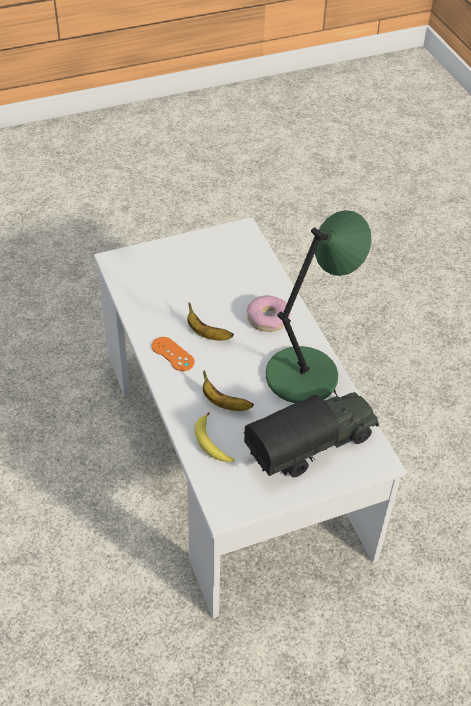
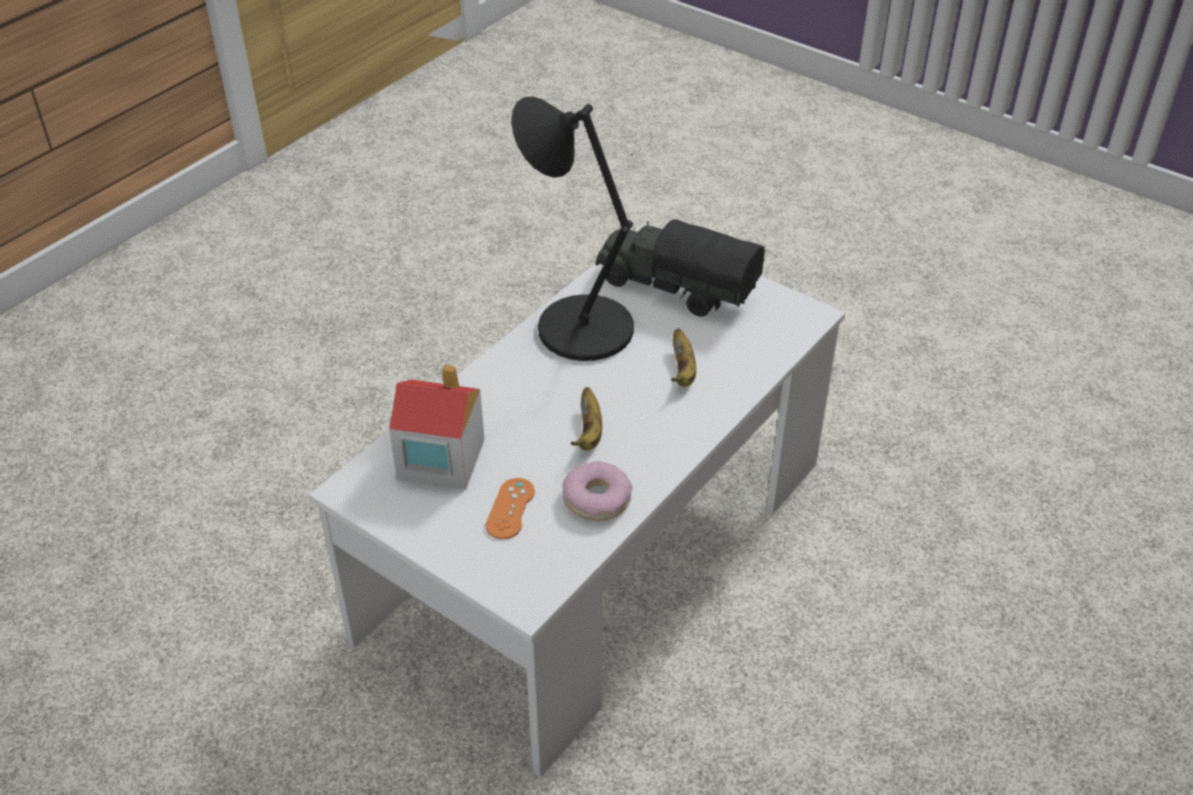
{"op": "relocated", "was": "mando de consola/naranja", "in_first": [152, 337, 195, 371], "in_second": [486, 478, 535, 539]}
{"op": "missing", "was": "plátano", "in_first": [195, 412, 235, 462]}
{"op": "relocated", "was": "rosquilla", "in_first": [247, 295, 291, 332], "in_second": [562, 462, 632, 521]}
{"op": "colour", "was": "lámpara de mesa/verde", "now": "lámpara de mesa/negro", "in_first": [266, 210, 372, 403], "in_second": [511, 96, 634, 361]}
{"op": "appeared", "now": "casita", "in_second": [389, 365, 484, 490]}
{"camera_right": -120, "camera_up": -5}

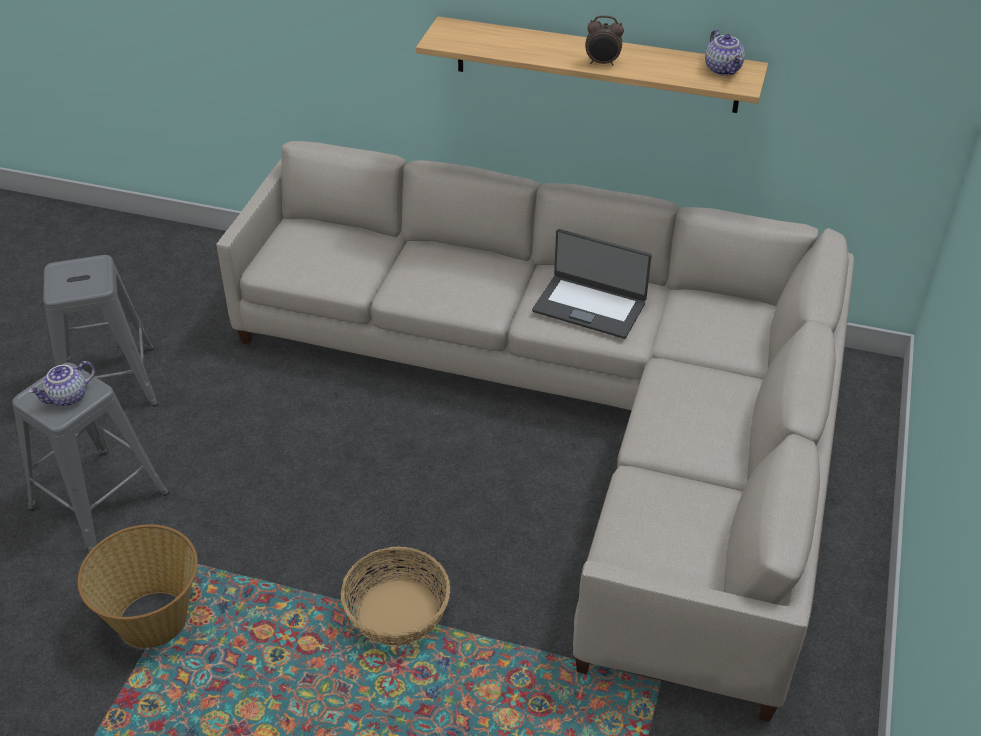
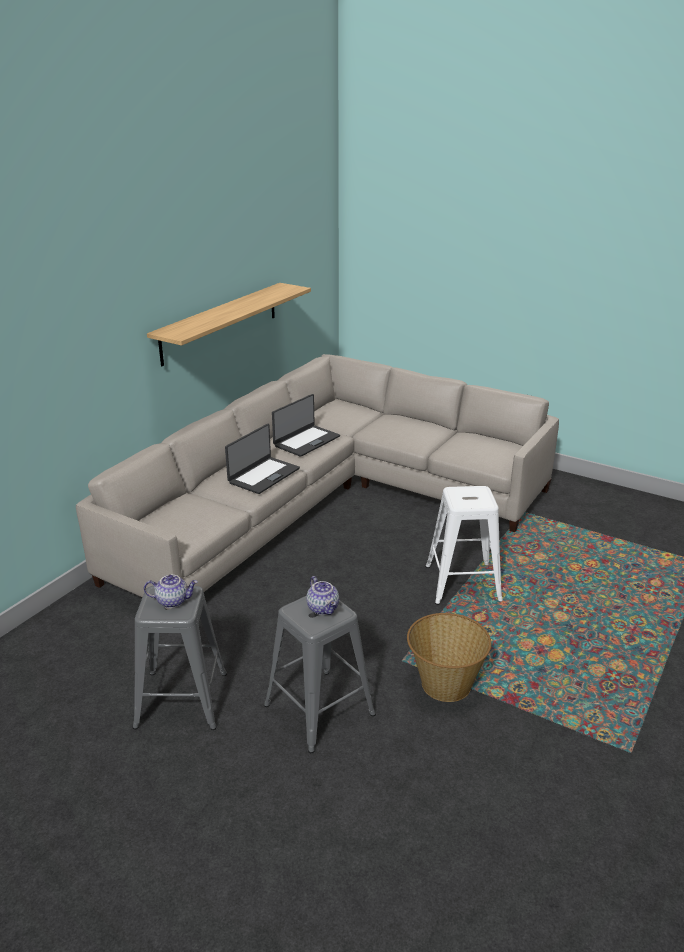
{"op": "exchanged", "was": "cesta", "now": "taburete/blanco", "in_first": [341, 546, 450, 646], "in_second": [426, 486, 503, 605]}
{"op": "missing", "was": "despertador", "in_first": [585, 15, 624, 66]}
{"op": "relocated", "was": "tetera", "in_first": [705, 30, 745, 76], "in_second": [144, 575, 198, 608]}
{"op": "appeared", "now": "portátil", "in_second": [225, 424, 300, 494]}
{"camera_right": -75, "camera_up": -15}

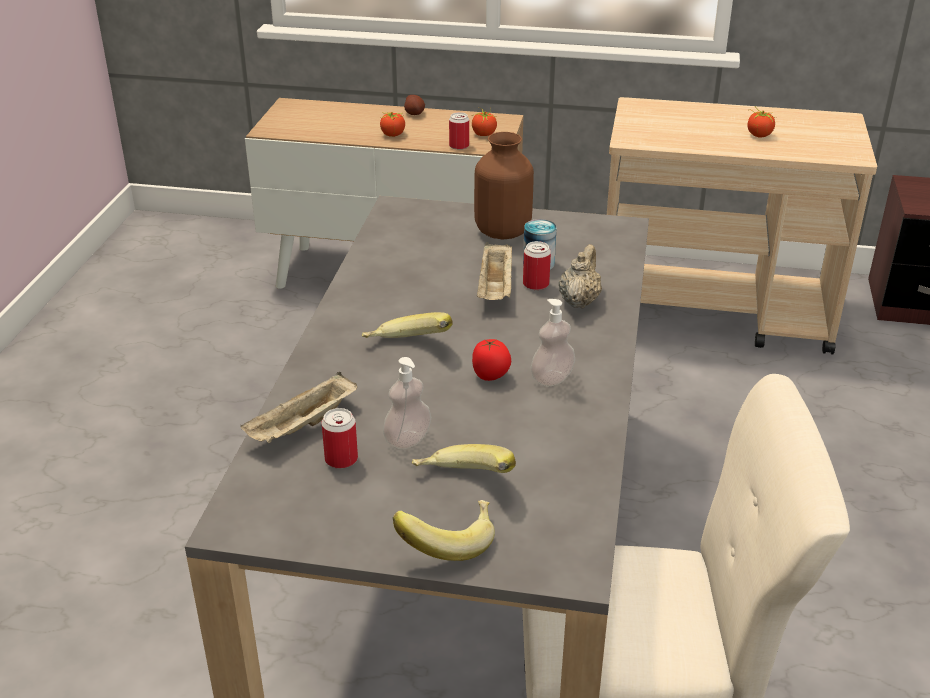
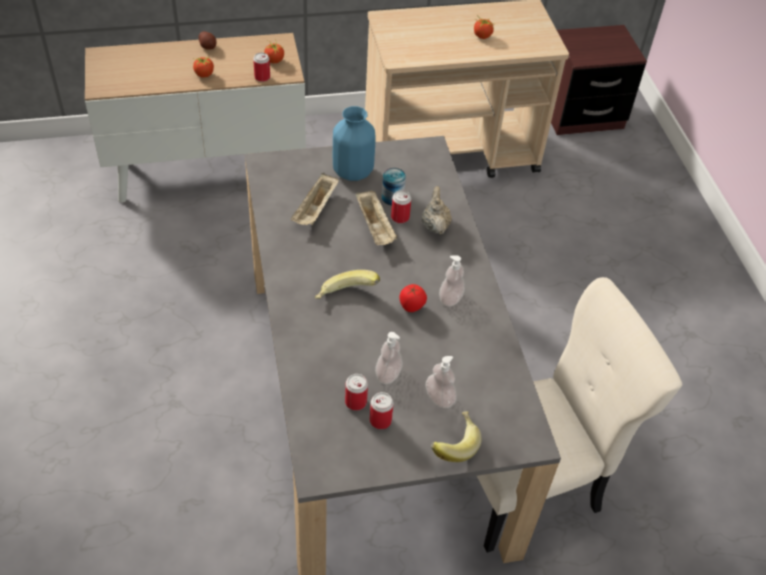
{"op": "relocated", "was": "bandeja/beis", "in_first": [240, 372, 358, 443], "in_second": [291, 173, 339, 225]}
{"op": "exchanged", "was": "plátano", "now": "dispensador de jabón", "in_first": [412, 444, 516, 473], "in_second": [426, 356, 457, 408]}
{"op": "colour", "was": "florero/marrón", "now": "florero/azul", "in_first": [474, 132, 534, 239], "in_second": [333, 106, 376, 181]}
{"op": "appeared", "now": "lata", "in_second": [370, 392, 394, 429]}
{"camera_right": -25, "camera_up": 15}

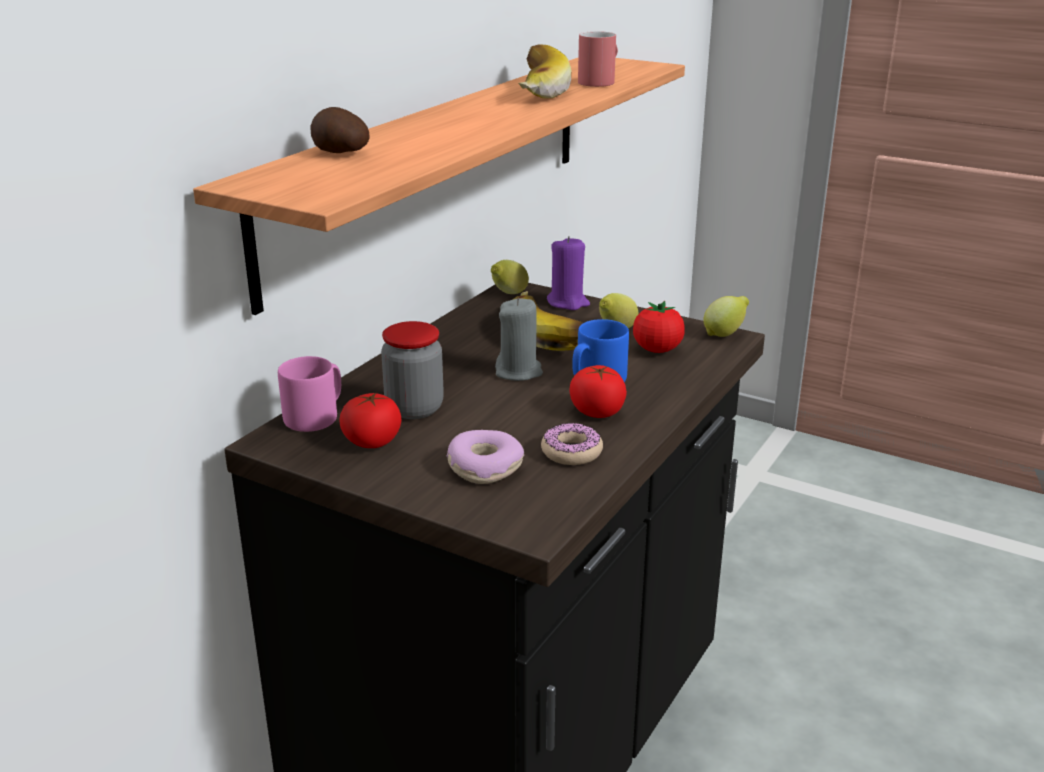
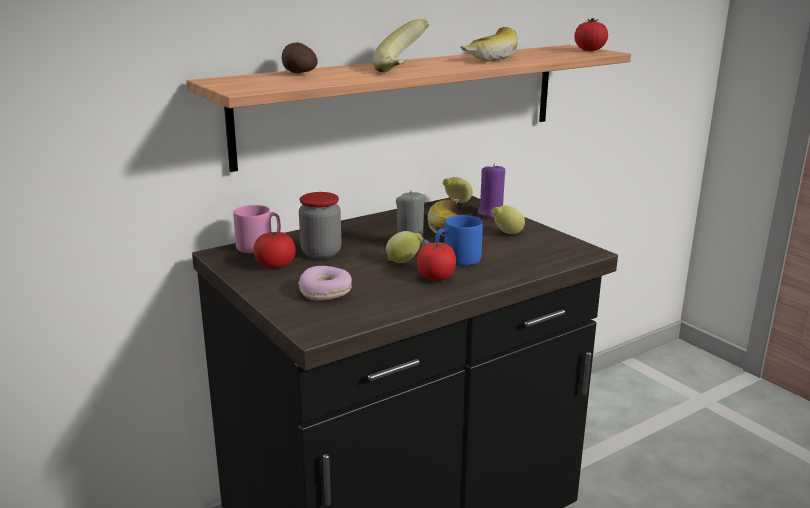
{"op": "missing", "was": "rosquilla", "in_first": [541, 423, 603, 465]}
{"op": "missing", "was": "taza grande/rojo", "in_first": [578, 31, 618, 87]}
{"op": "relocated", "was": "tomate", "in_first": [633, 301, 685, 353], "in_second": [574, 18, 608, 51]}
{"op": "relocated", "was": "limón", "in_first": [703, 296, 749, 337], "in_second": [386, 231, 423, 263]}
{"op": "appeared", "now": "plátano", "in_second": [372, 19, 429, 72]}
{"camera_right": 25, "camera_up": -5}

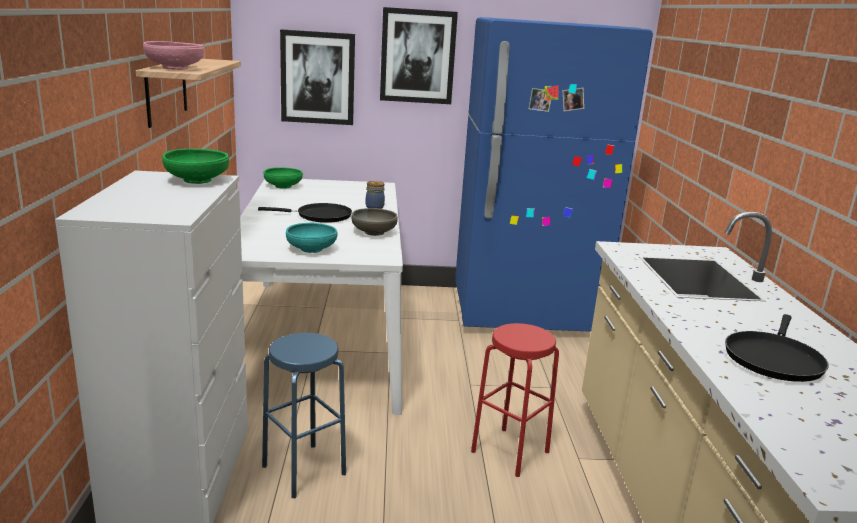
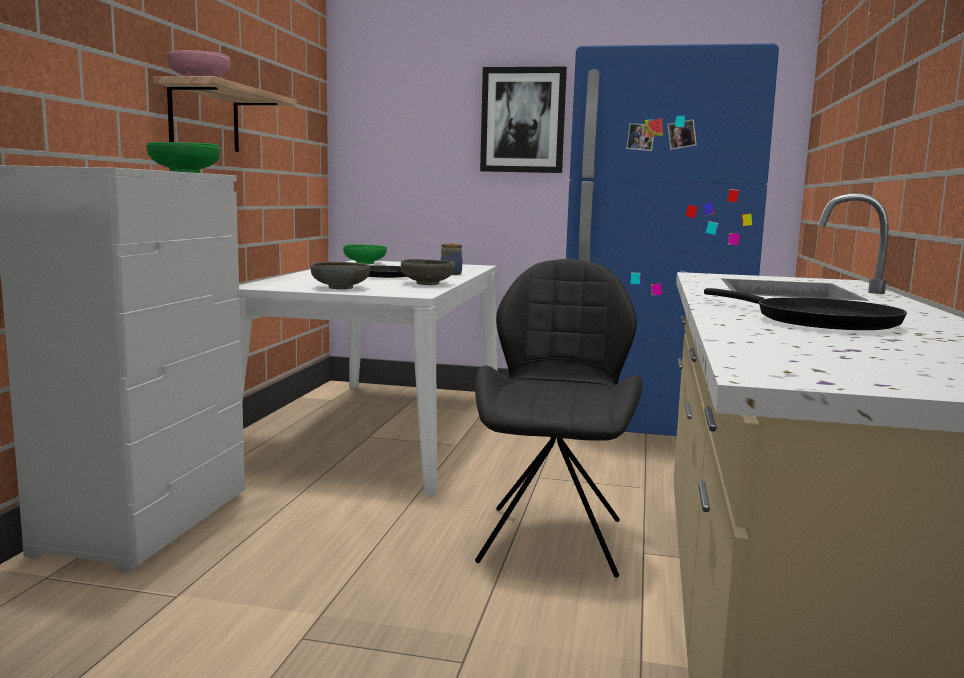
{"op": "missing", "was": "taburete/azul", "in_first": [262, 333, 346, 498]}
{"op": "missing", "was": "cuadro", "in_first": [280, 29, 355, 125]}
{"op": "colour", "was": "cuenco/turquesa", "now": "cuenco/gris", "in_first": [286, 223, 337, 253], "in_second": [311, 262, 370, 289]}
{"op": "exchanged", "was": "taburete/rojo", "now": "silla/negro", "in_first": [471, 323, 559, 477], "in_second": [475, 259, 642, 578]}
{"op": "spun", "was": "sartén/negro", "in_first": [725, 314, 829, 382], "in_second": [704, 288, 907, 330], "clockwise": -75}
{"camera_right": 15, "camera_up": -10}

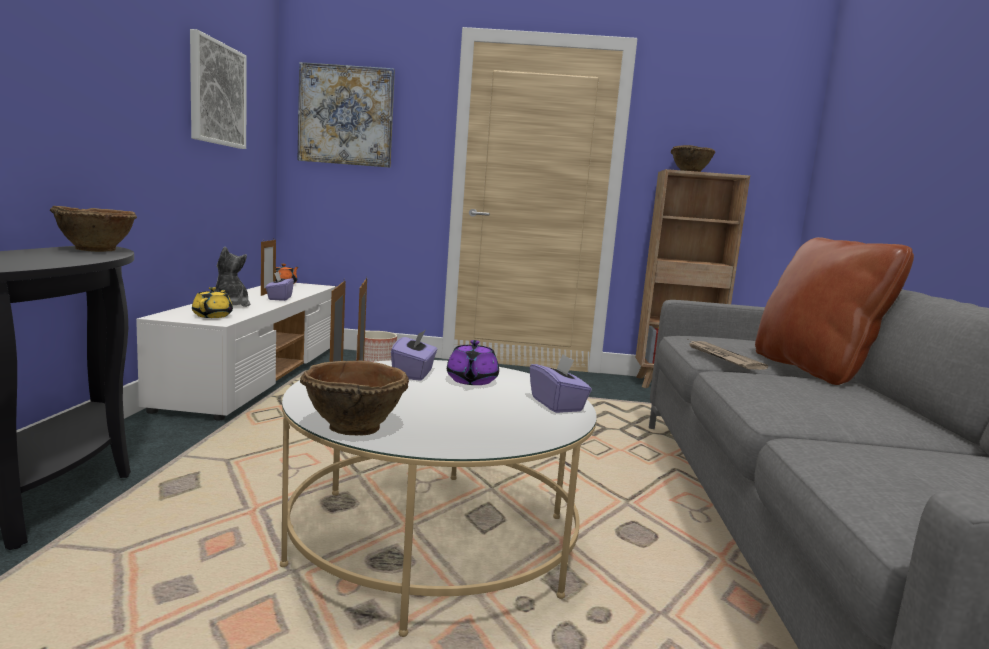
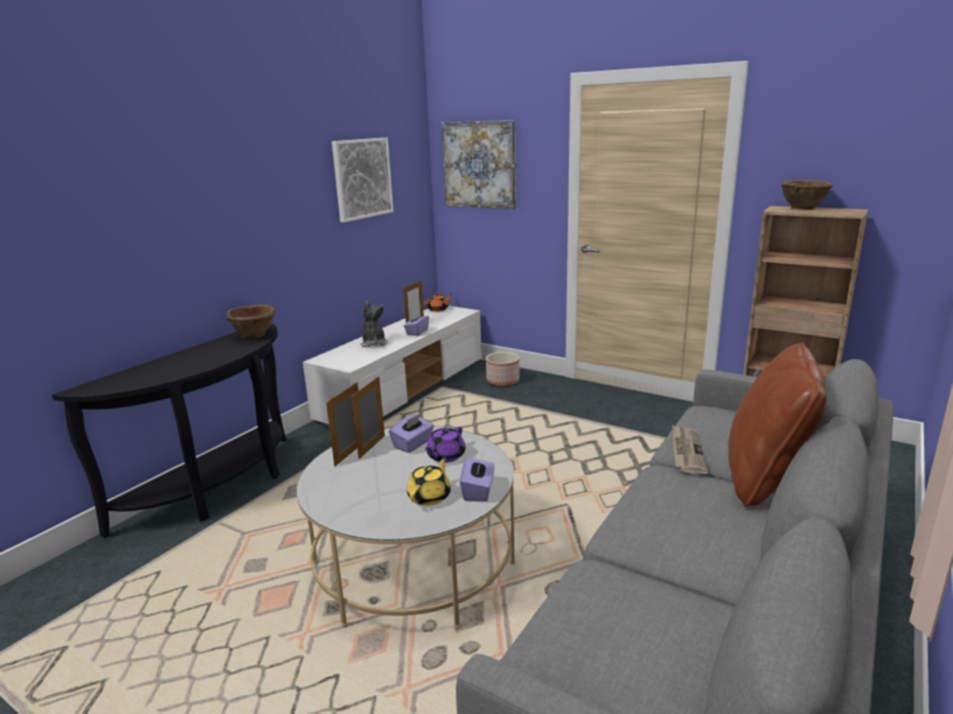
{"op": "relocated", "was": "tetera/amarillo", "in_first": [192, 287, 233, 318], "in_second": [407, 456, 451, 506]}
{"op": "missing", "was": "cuenco/marrón", "in_first": [300, 361, 409, 436]}
{"camera_right": 30, "camera_up": 10}

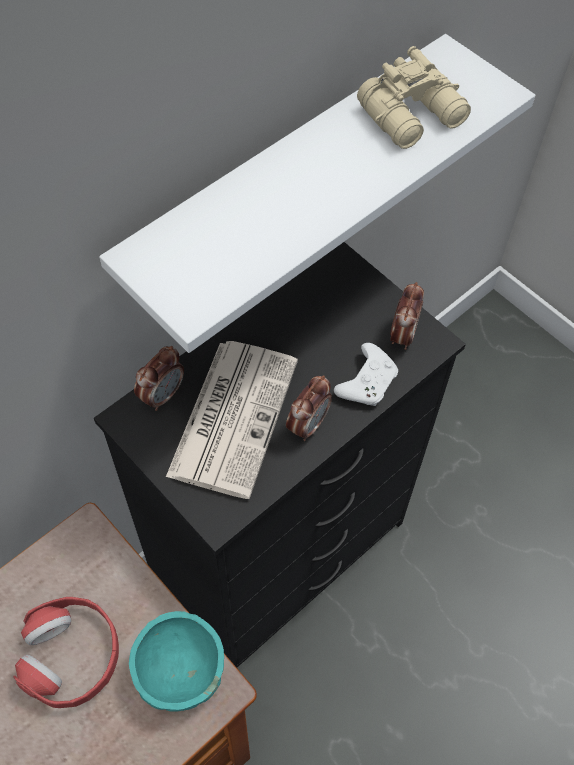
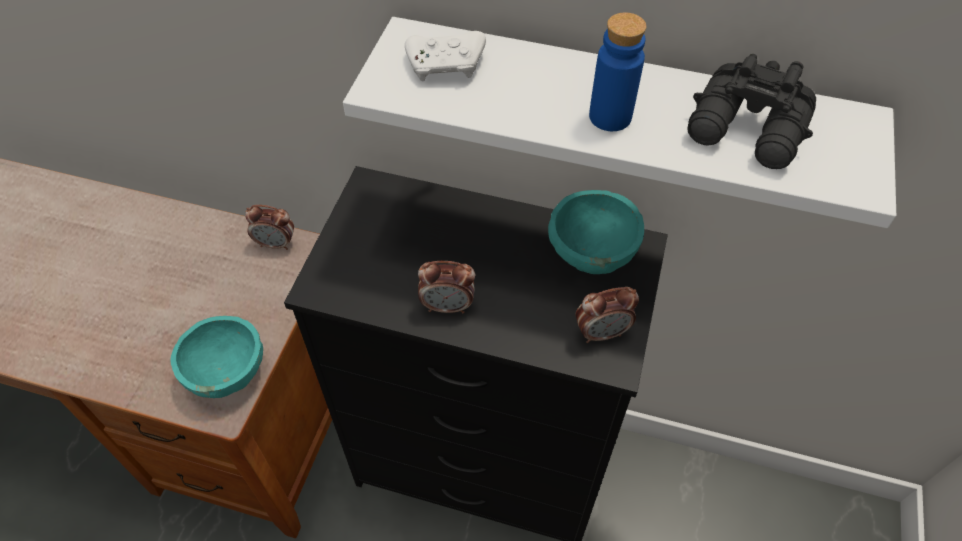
{"op": "missing", "was": "auriculares/rojo", "in_first": [13, 597, 119, 708]}
{"op": "relocated", "was": "despertador", "in_first": [134, 346, 184, 411], "in_second": [245, 205, 294, 250]}
{"op": "missing", "was": "periódico", "in_first": [166, 341, 298, 499]}
{"op": "relocated", "was": "mando de consola/blanco", "in_first": [334, 343, 398, 406], "in_second": [405, 31, 486, 81]}
{"op": "colour", "was": "prismáticos/beis", "now": "prismáticos/negro", "in_first": [357, 46, 471, 149], "in_second": [687, 54, 816, 169]}
{"op": "appeared", "now": "cuenco/turquesa", "in_second": [548, 190, 644, 274]}
{"op": "appeared", "now": "botella/azul", "in_second": [589, 12, 647, 131]}
{"camera_right": 60, "camera_up": -5}

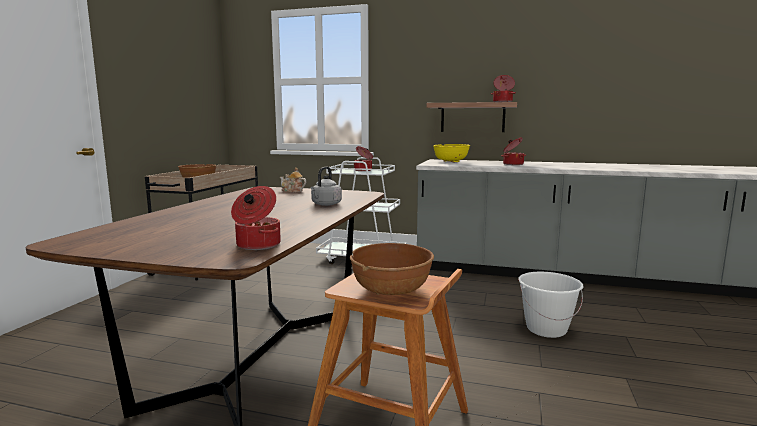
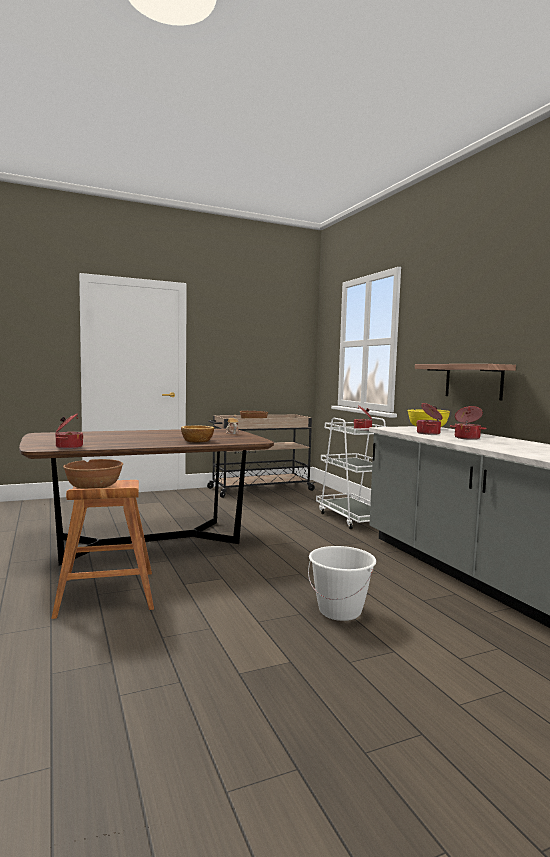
{"op": "exchanged", "was": "hervidor/gris", "now": "cuenco", "in_first": [311, 167, 342, 206], "in_second": [181, 425, 214, 443]}
{"op": "relocated", "was": "olla", "in_first": [491, 75, 516, 102], "in_second": [416, 403, 442, 435]}
{"camera_right": 50, "camera_up": -5}

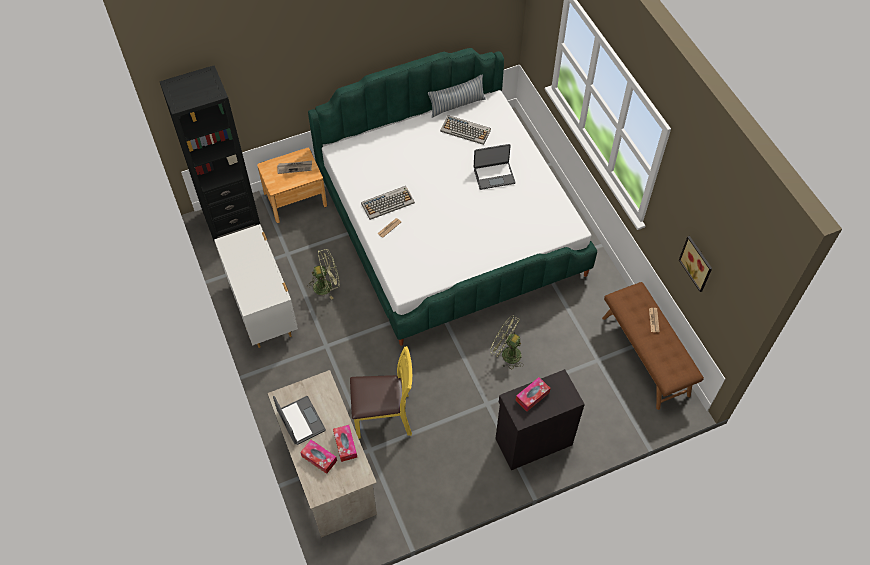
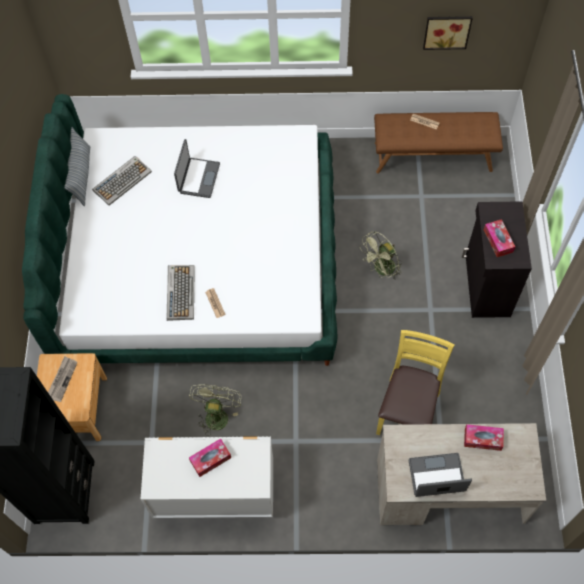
{"op": "relocated", "was": "caja de pañuelos", "in_first": [300, 440, 337, 474], "in_second": [189, 439, 231, 477]}
{"camera_right": -65, "camera_up": 5}

